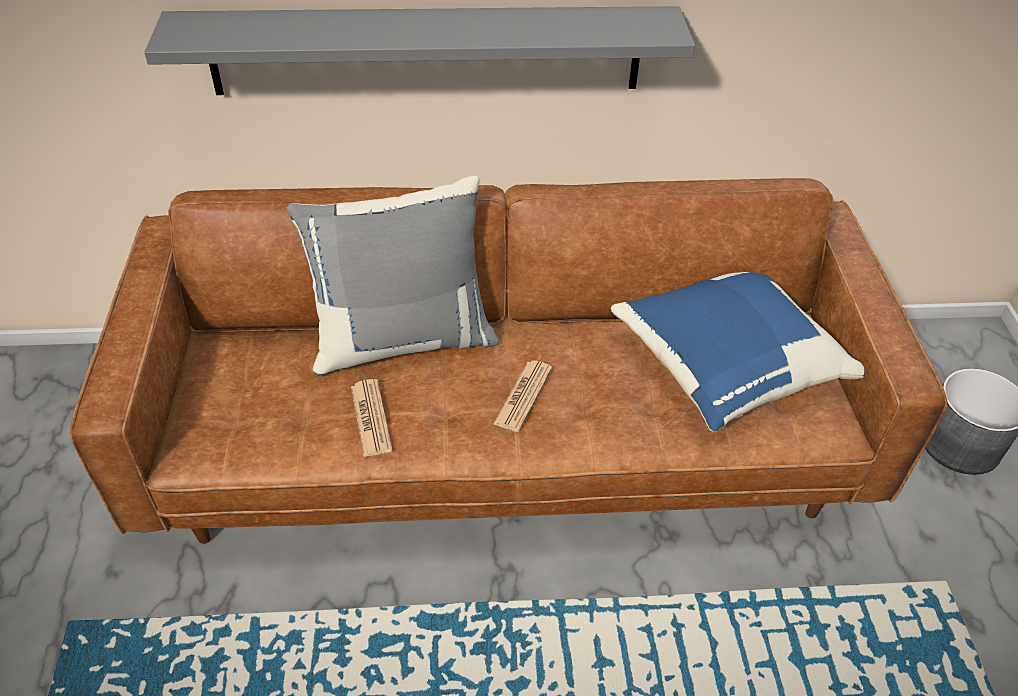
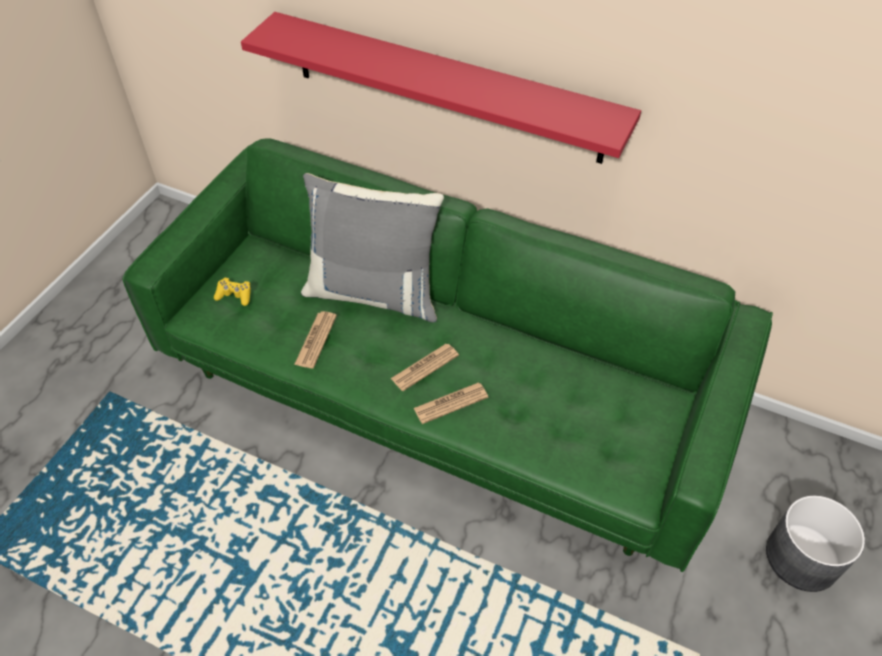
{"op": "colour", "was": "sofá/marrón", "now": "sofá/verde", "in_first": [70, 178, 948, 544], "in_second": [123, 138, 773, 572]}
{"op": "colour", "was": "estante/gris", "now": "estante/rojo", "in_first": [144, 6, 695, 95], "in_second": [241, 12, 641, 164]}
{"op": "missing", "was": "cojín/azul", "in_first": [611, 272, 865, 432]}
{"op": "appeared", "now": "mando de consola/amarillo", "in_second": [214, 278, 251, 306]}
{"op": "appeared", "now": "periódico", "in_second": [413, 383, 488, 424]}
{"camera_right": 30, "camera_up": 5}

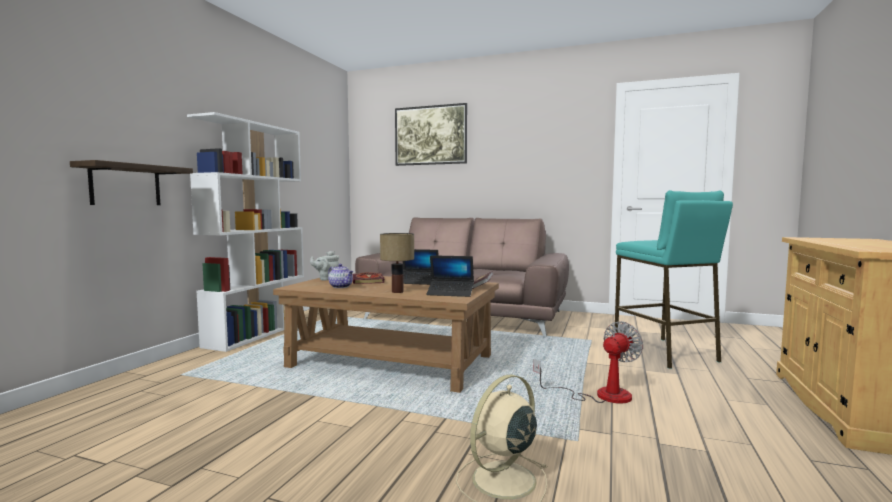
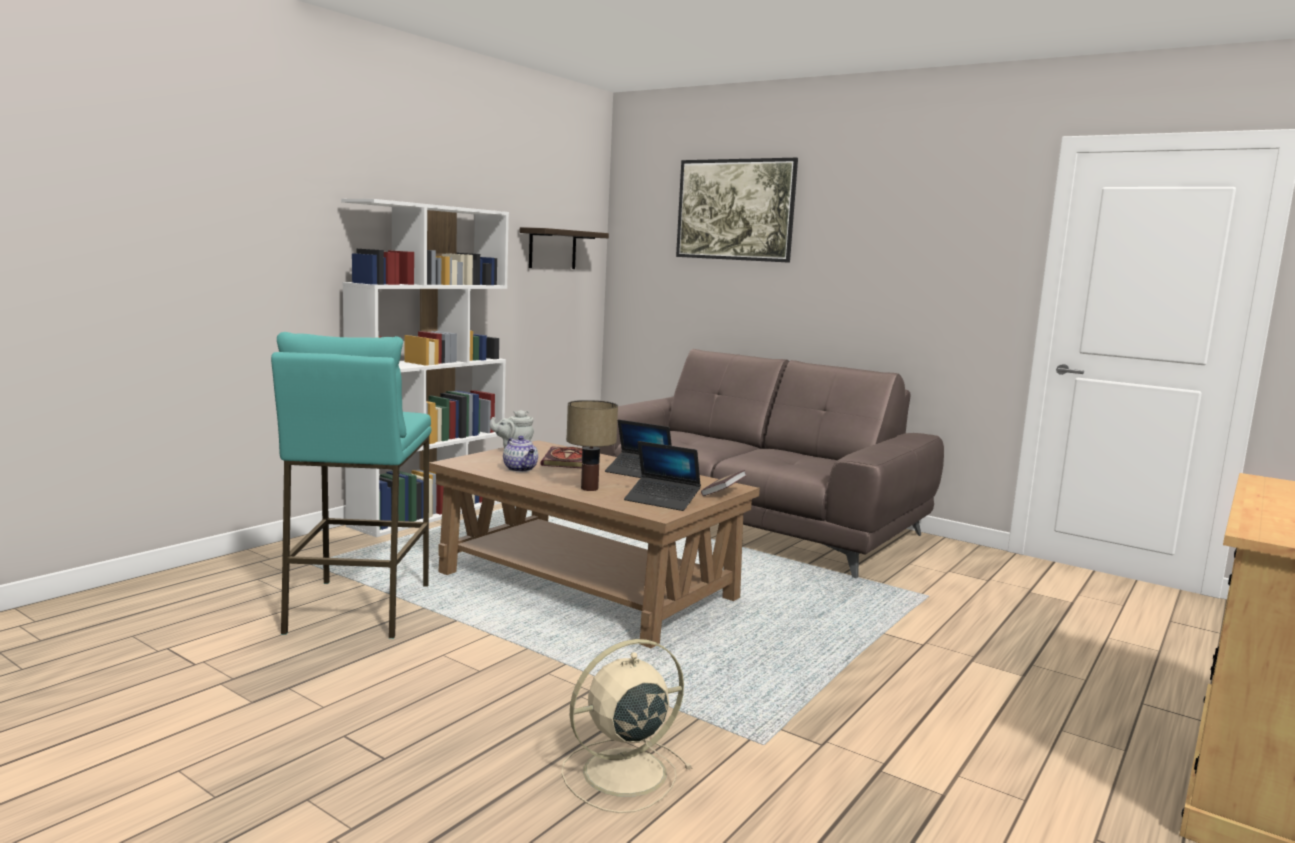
{"op": "relocated", "was": "estante", "in_first": [70, 160, 193, 205], "in_second": [520, 227, 609, 269]}
{"op": "missing", "was": "ventilador", "in_first": [533, 321, 643, 404]}
{"op": "relocated", "was": "taburete/turquesa", "in_first": [615, 190, 733, 369], "in_second": [271, 332, 431, 639]}
{"camera_right": 15, "camera_up": 5}

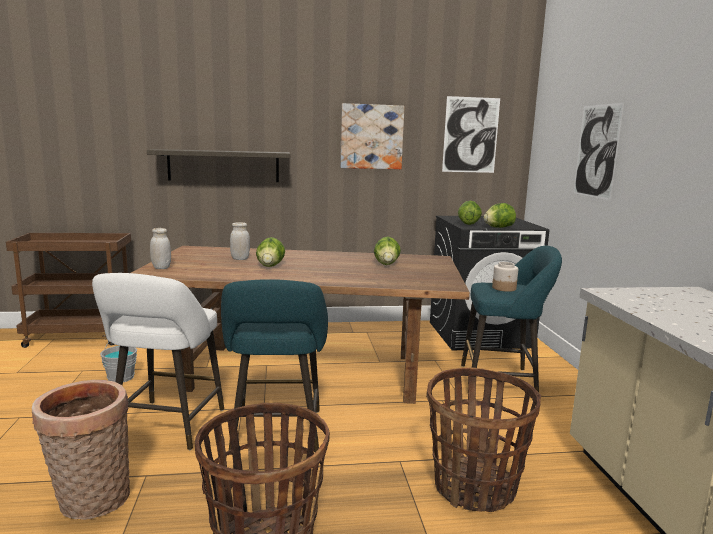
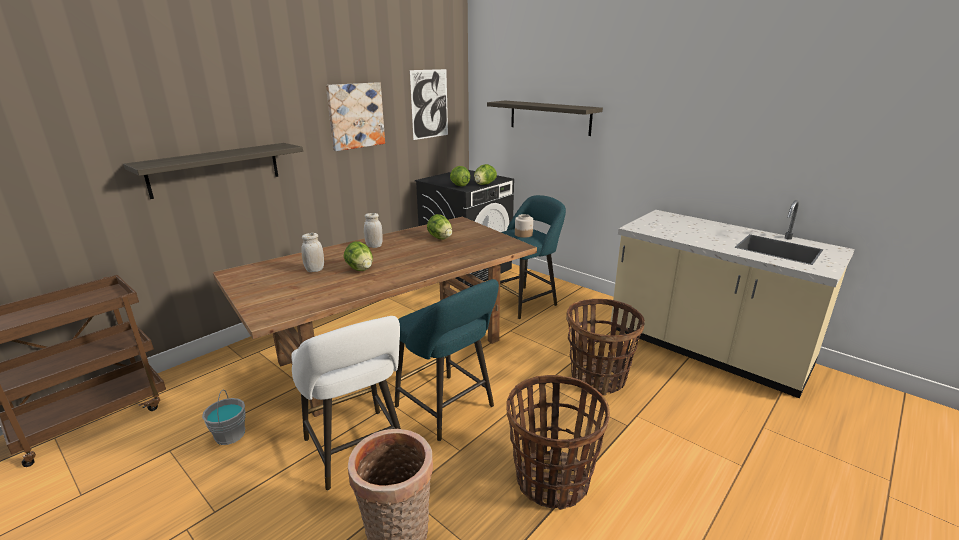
{"op": "relocated", "was": "tarro/blanco", "in_first": [150, 228, 171, 269], "in_second": [364, 213, 383, 248]}
{"op": "exchanged", "was": "cuadro", "now": "estante", "in_first": [573, 103, 624, 201], "in_second": [487, 101, 603, 136]}
{"camera_right": -40, "camera_up": 10}

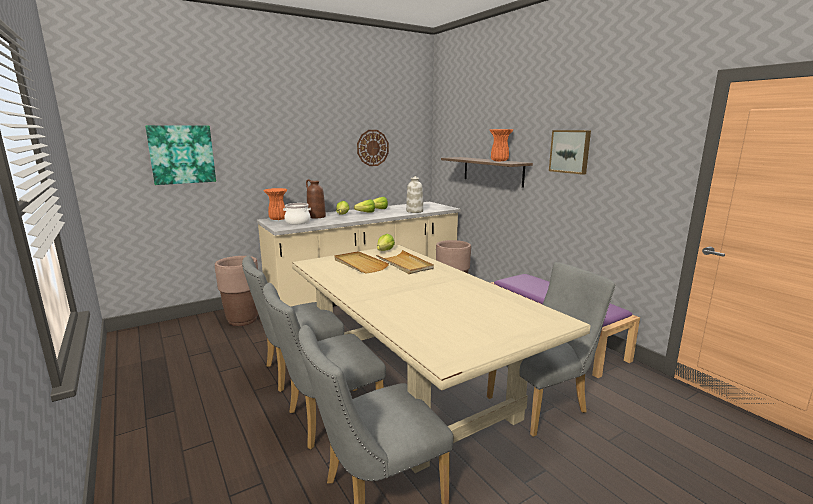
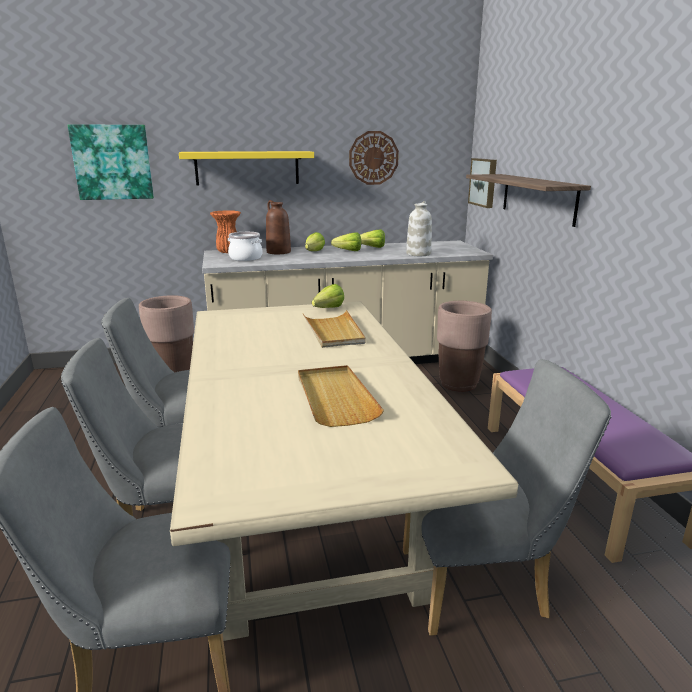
{"op": "relocated", "was": "bandeja/beis", "in_first": [334, 251, 389, 273], "in_second": [298, 365, 384, 427]}
{"op": "missing", "was": "florero/naranja", "in_first": [490, 129, 513, 161]}
{"op": "relocated", "was": "cuadro", "in_first": [549, 130, 591, 175], "in_second": [468, 158, 497, 208]}
{"op": "appeared", "now": "estante/amarillo", "in_second": [179, 151, 314, 186]}
{"camera_right": 20, "camera_up": 5}

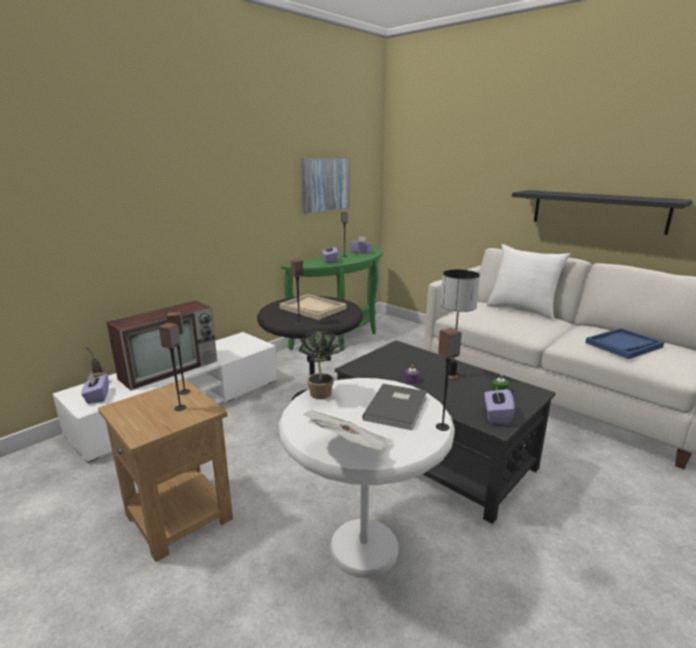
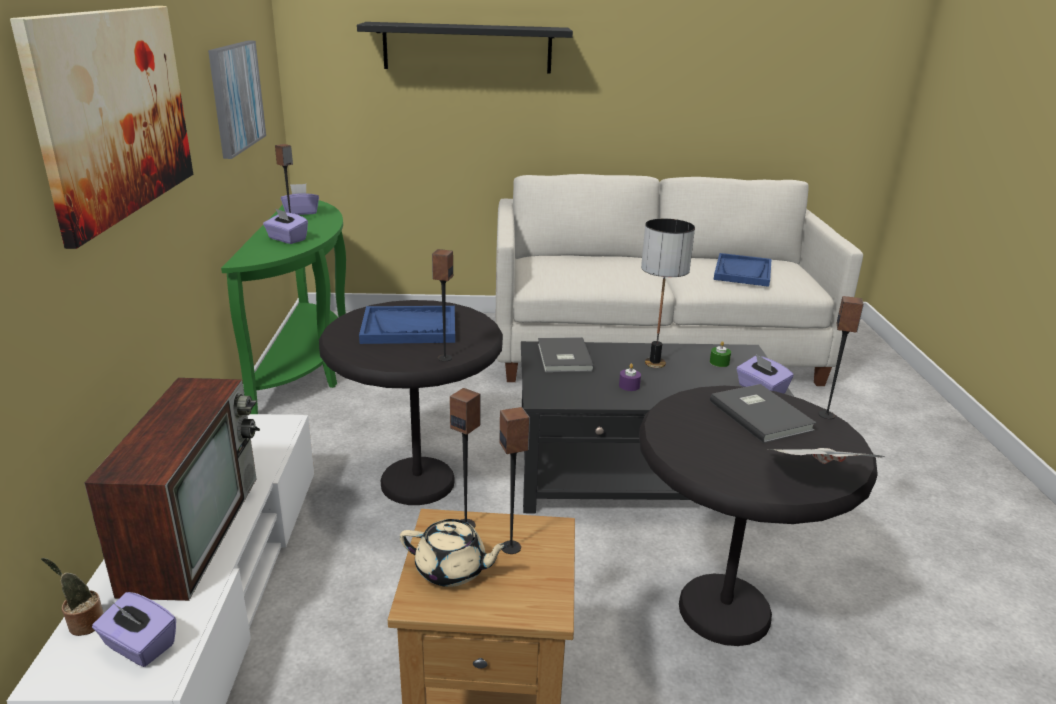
{"op": "colour", "was": "bandeja/beis", "now": "bandeja/azul", "in_first": [279, 294, 346, 320], "in_second": [359, 306, 455, 344]}
{"op": "colour", "was": "mesa auxiliar/blanco", "now": "mesa auxiliar/negro", "in_first": [279, 378, 455, 578], "in_second": [639, 386, 878, 646]}
{"op": "missing", "was": "planta en maceta", "in_first": [299, 329, 347, 399]}
{"op": "missing", "was": "cojín/blanco", "in_first": [486, 244, 571, 320]}
{"op": "relocated", "was": "estante/negro", "in_first": [512, 190, 692, 235], "in_second": [357, 22, 573, 73]}
{"op": "appeared", "now": "cuadro", "in_second": [10, 6, 193, 249]}
{"op": "appeared", "now": "tetera/beis", "in_second": [400, 519, 510, 587]}
{"op": "appeared", "now": "libro/gris", "in_second": [538, 337, 594, 372]}
{"camera_right": -45, "camera_up": 5}

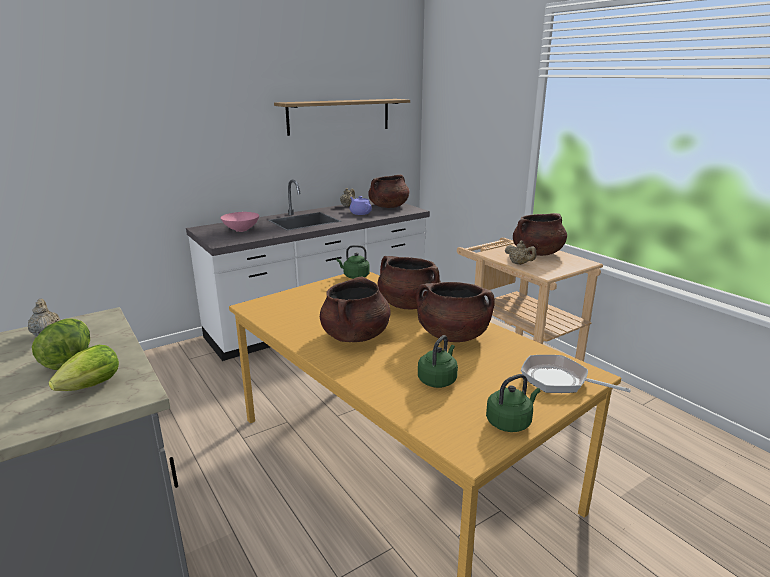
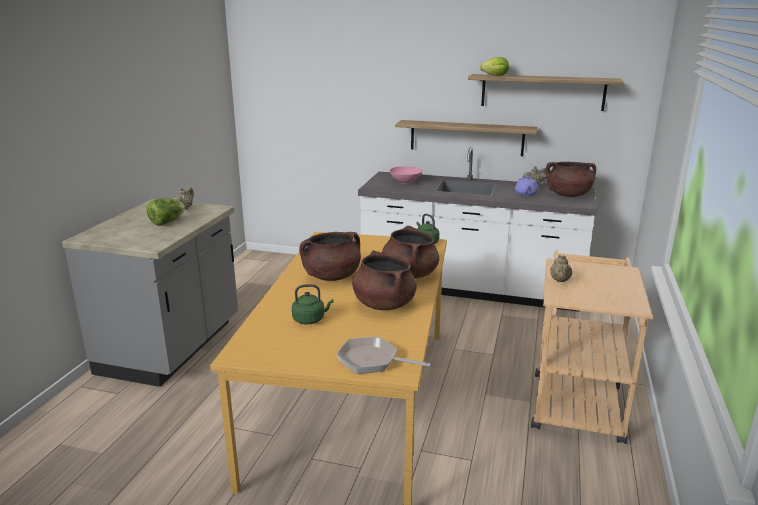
{"op": "relocated", "was": "lechuga", "in_first": [48, 345, 119, 391], "in_second": [480, 57, 509, 76]}
{"op": "missing", "was": "hervidor/verde", "in_first": [486, 374, 540, 432]}
{"op": "missing", "was": "olla/marrón", "in_first": [513, 213, 567, 256]}
{"op": "spun", "was": "sartén", "in_first": [521, 355, 631, 393], "in_second": [336, 337, 431, 374], "clockwise": -60}
{"op": "appeared", "now": "estante", "in_second": [395, 120, 538, 156]}
{"camera_right": 50, "camera_up": 0}

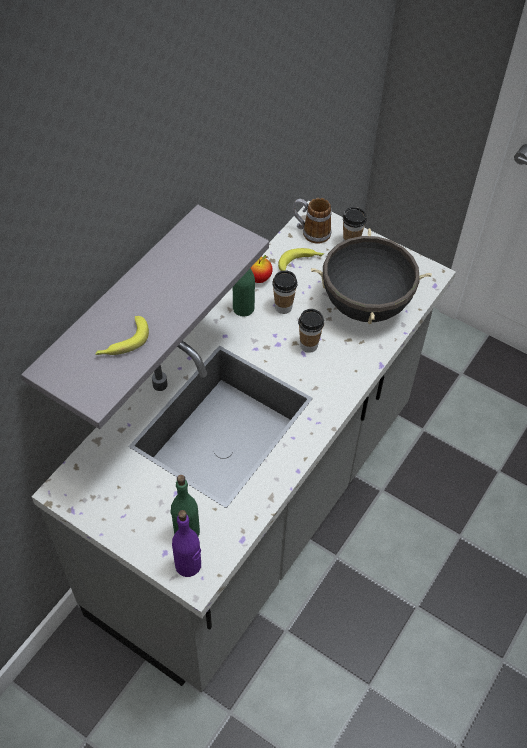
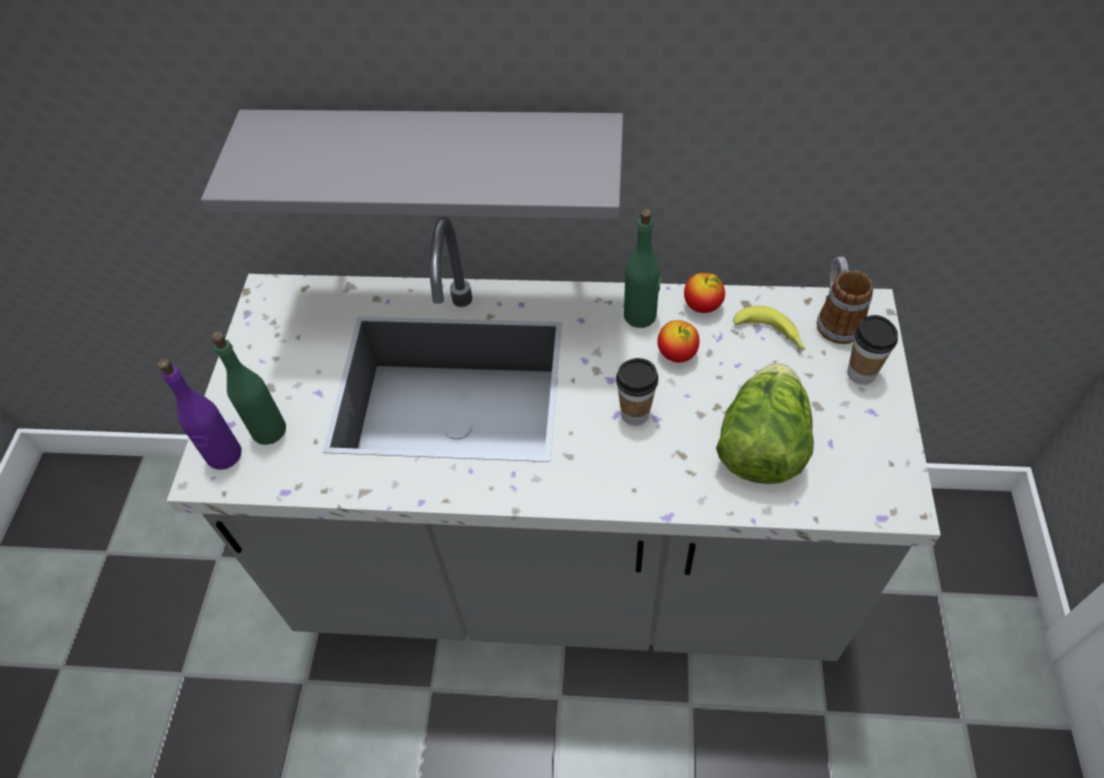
{"op": "missing", "was": "plátano", "in_first": [95, 316, 149, 355]}
{"op": "exchanged", "was": "taza", "now": "manzana", "in_first": [272, 270, 298, 314], "in_second": [657, 320, 699, 363]}
{"op": "exchanged", "was": "olla/negro", "now": "lechuga", "in_first": [311, 228, 432, 325], "in_second": [716, 363, 814, 484]}
{"camera_right": 65, "camera_up": 0}

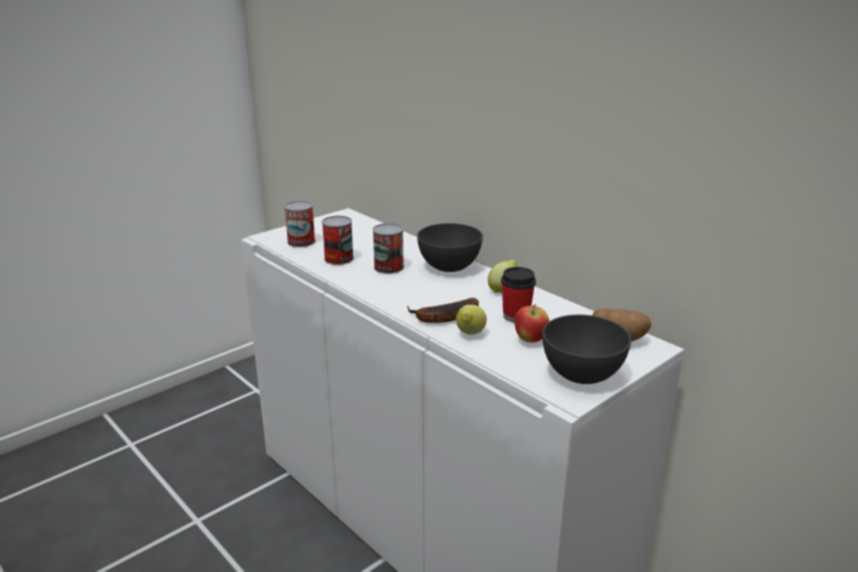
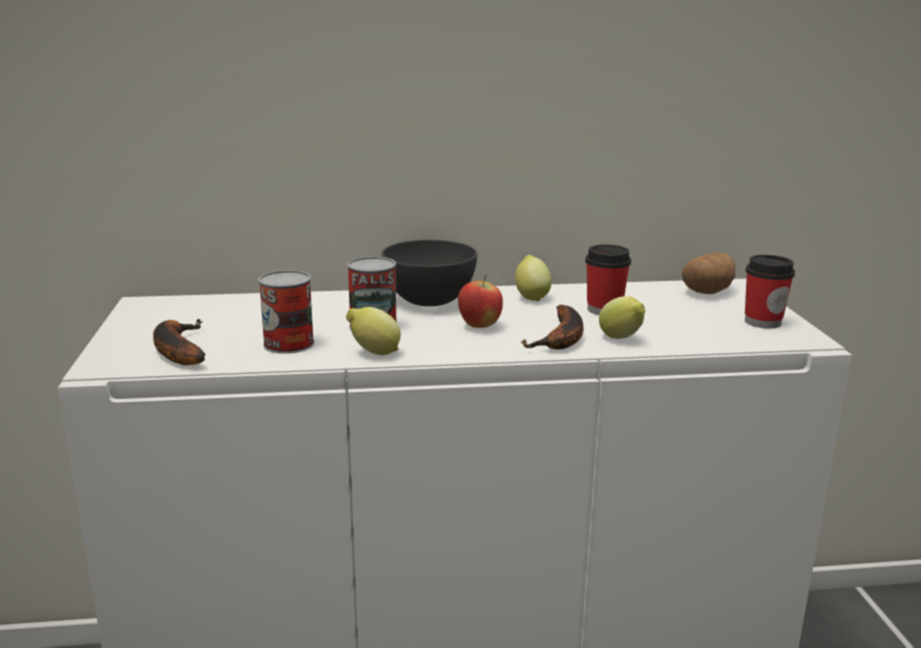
{"op": "exchanged", "was": "lata", "now": "plátano", "in_first": [284, 201, 315, 247], "in_second": [153, 319, 205, 365]}
{"op": "relocated", "was": "manzana", "in_first": [514, 304, 549, 343], "in_second": [458, 275, 503, 328]}
{"op": "exchanged", "was": "cuenco/gris", "now": "taza", "in_first": [542, 315, 631, 384], "in_second": [745, 255, 795, 329]}
{"op": "appeared", "now": "limón", "in_second": [346, 307, 401, 355]}
{"camera_right": -55, "camera_up": -5}

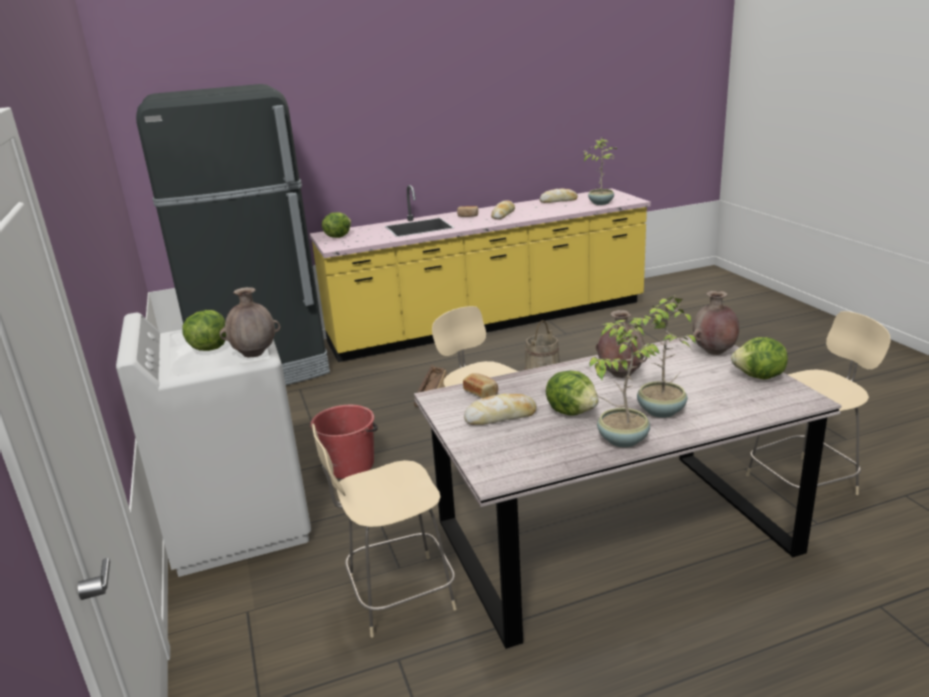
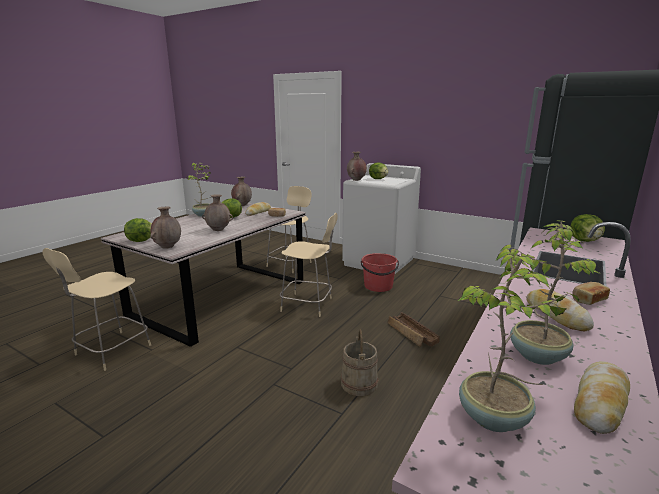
{"op": "relocated", "was": "planta en maceta", "in_first": [629, 295, 696, 418], "in_second": [501, 220, 601, 365]}
{"op": "appeared", "now": "florero/marrón", "in_second": [231, 177, 252, 206]}
{"camera_right": 140, "camera_up": -5}

